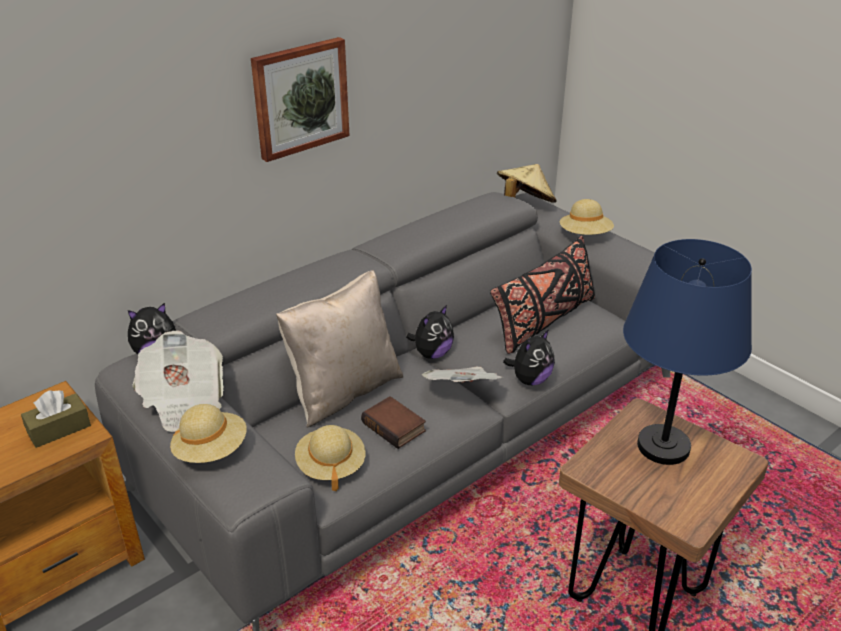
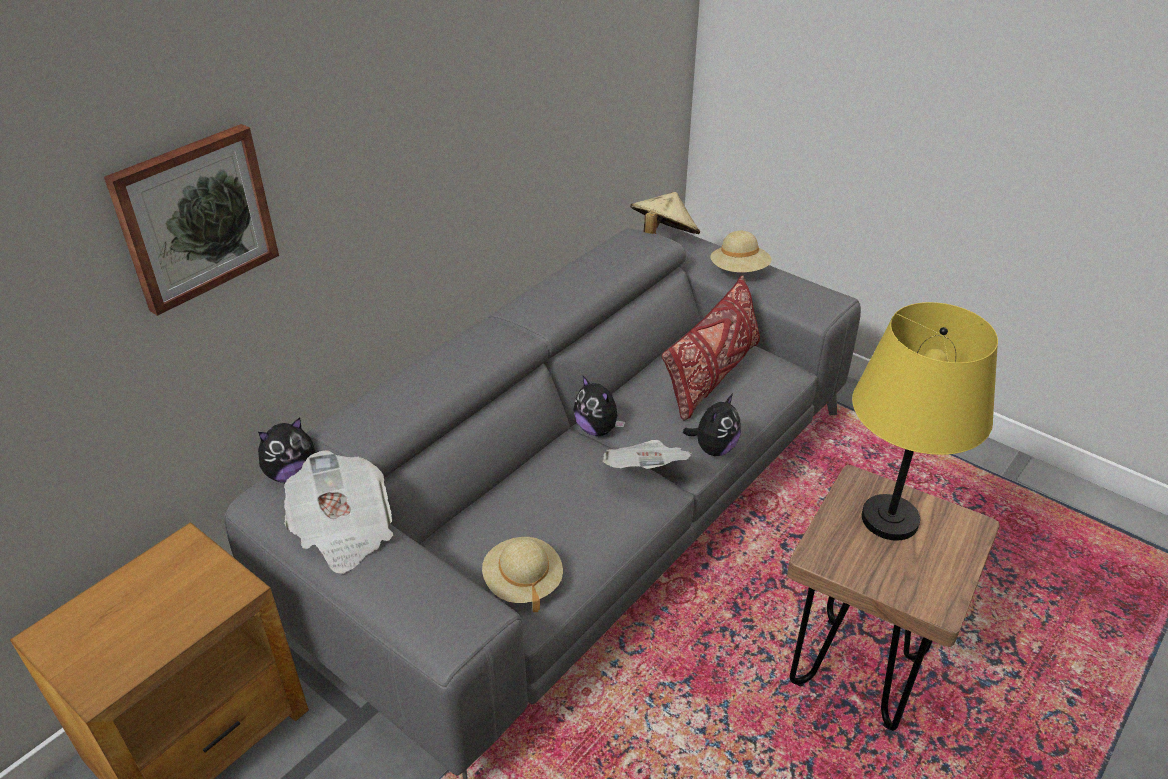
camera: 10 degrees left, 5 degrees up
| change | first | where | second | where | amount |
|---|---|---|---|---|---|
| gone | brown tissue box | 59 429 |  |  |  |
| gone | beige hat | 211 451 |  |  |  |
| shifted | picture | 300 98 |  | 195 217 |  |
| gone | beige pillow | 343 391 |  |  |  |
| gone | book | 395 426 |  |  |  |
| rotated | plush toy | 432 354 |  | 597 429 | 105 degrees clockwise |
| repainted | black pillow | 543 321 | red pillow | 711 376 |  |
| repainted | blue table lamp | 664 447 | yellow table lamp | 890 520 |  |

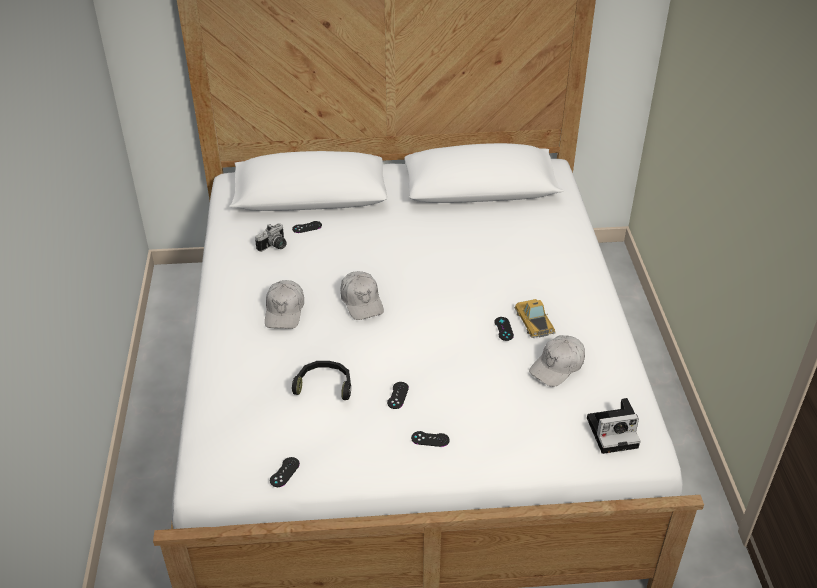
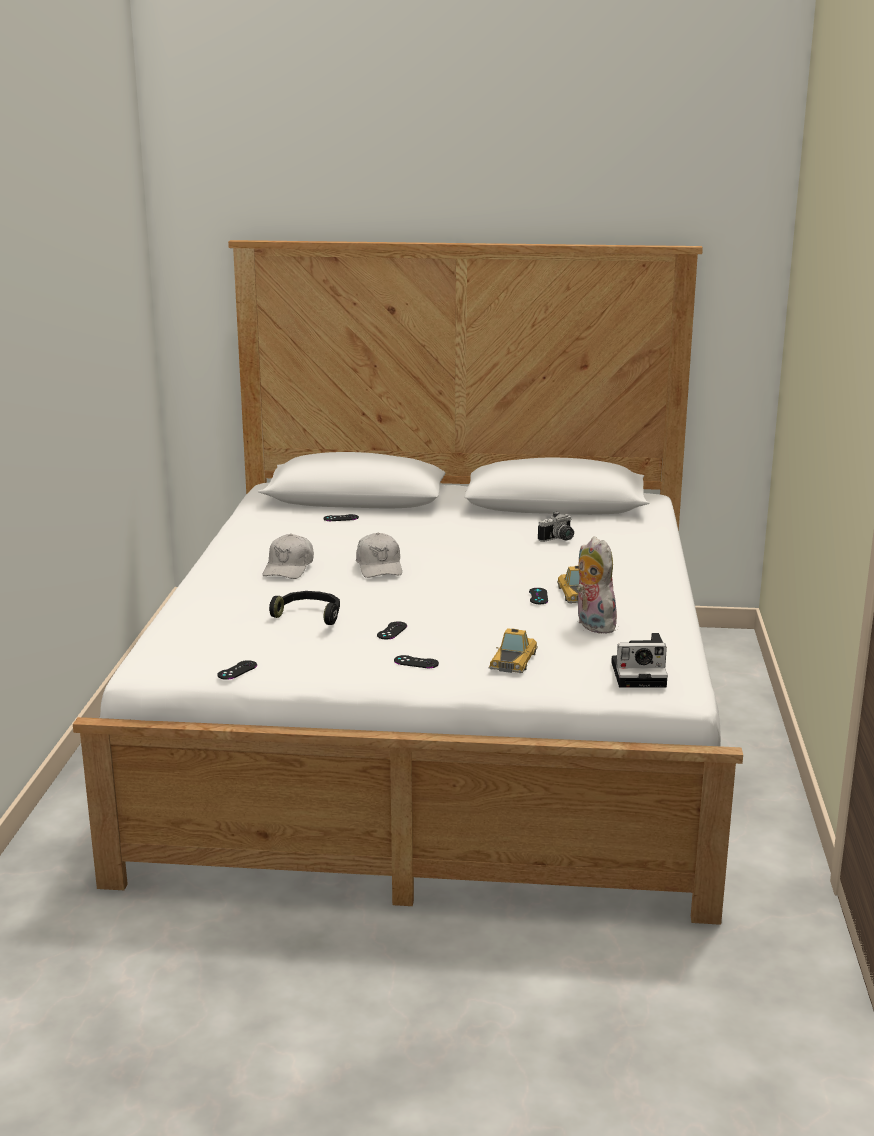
camera: 10 degrees right, 20 degrees down
| change | first | where | second | where | amount |
|---|---|---|---|---|---|
| shifted | photo camera | 274 246 |  | 559 539 |  |
| swapped | white cap | 558 366 | plush toy | 592 625 |  |
| new |  |  | toy car | 514 659 |  |

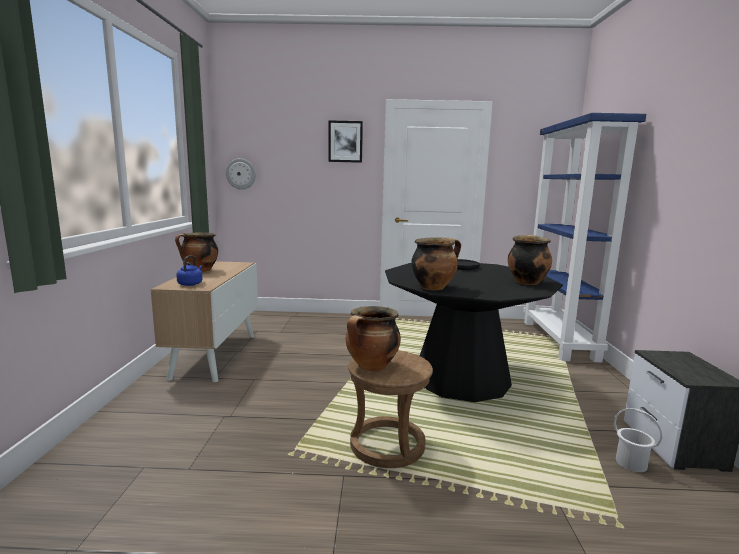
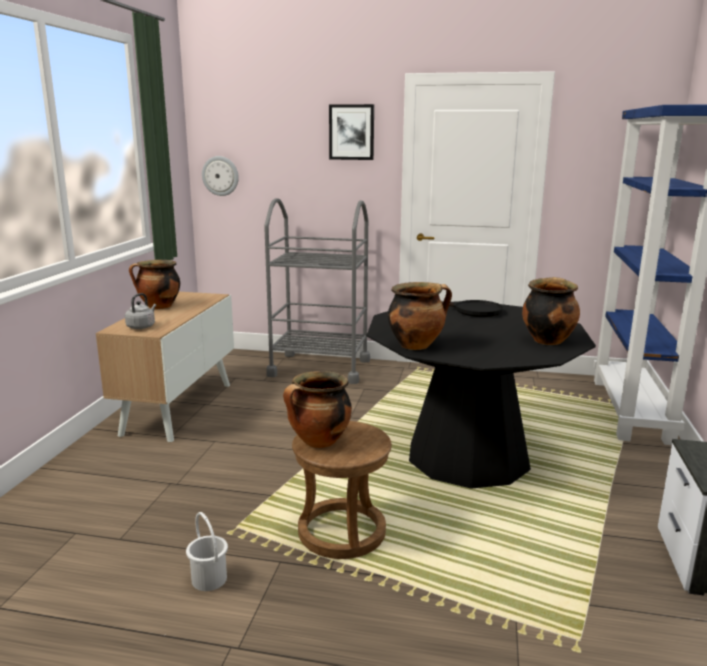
camera: 10 degrees right, 5 degrees up
| change | first | where | second | where | amount |
|---|---|---|---|---|---|
| repainted | blue kettle | 191 284 | grey kettle | 142 326 |  |
| shifted | white bucket | 631 463 |  | 209 579 |  |
| new |  |  | grey cart | 319 368 |  |

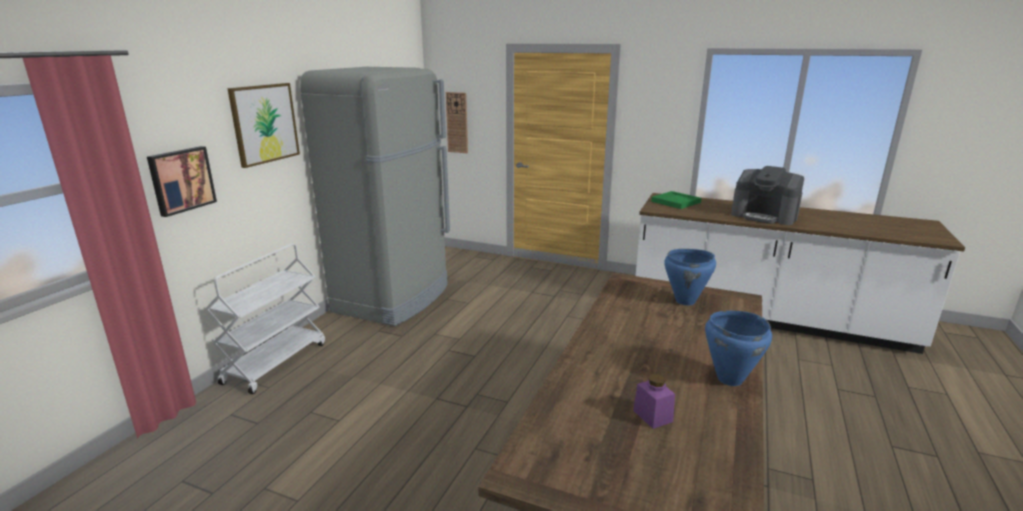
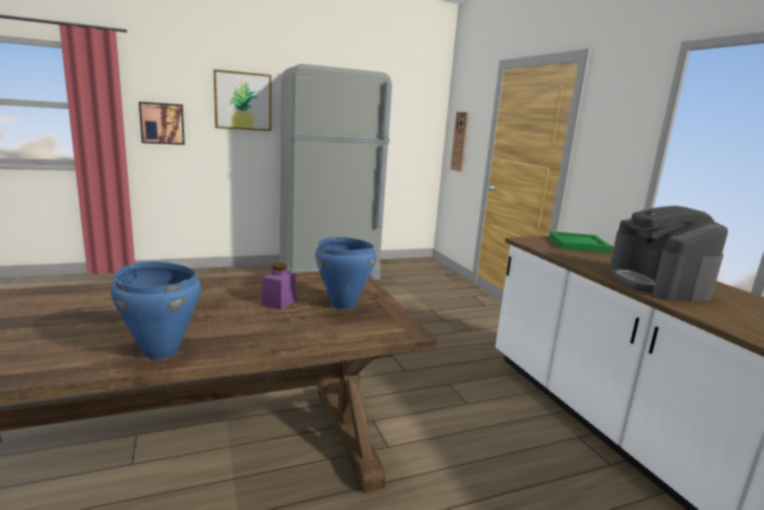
camera: 45 degrees right, 5 degrees down
| change | first | where | second | where | amount |
|---|---|---|---|---|---|
| gone | white cart | 275 362 |  |  |  |
| shifted | purple jar | 652 416 |  | 279 302 |  |

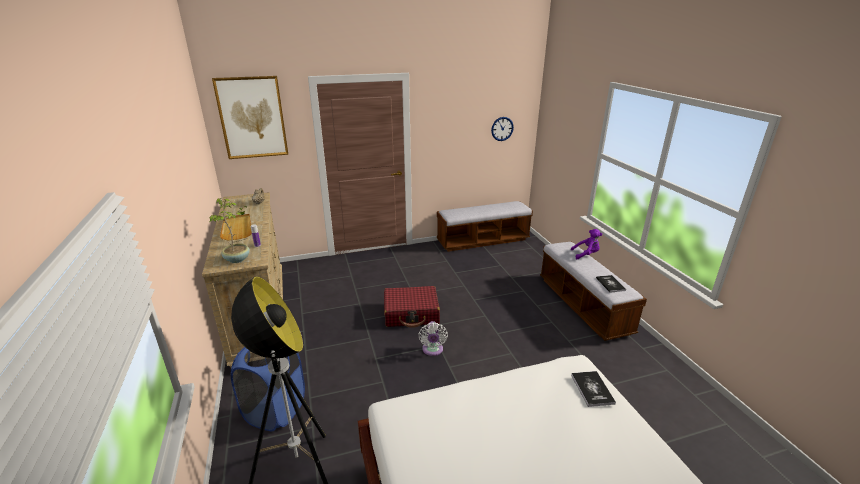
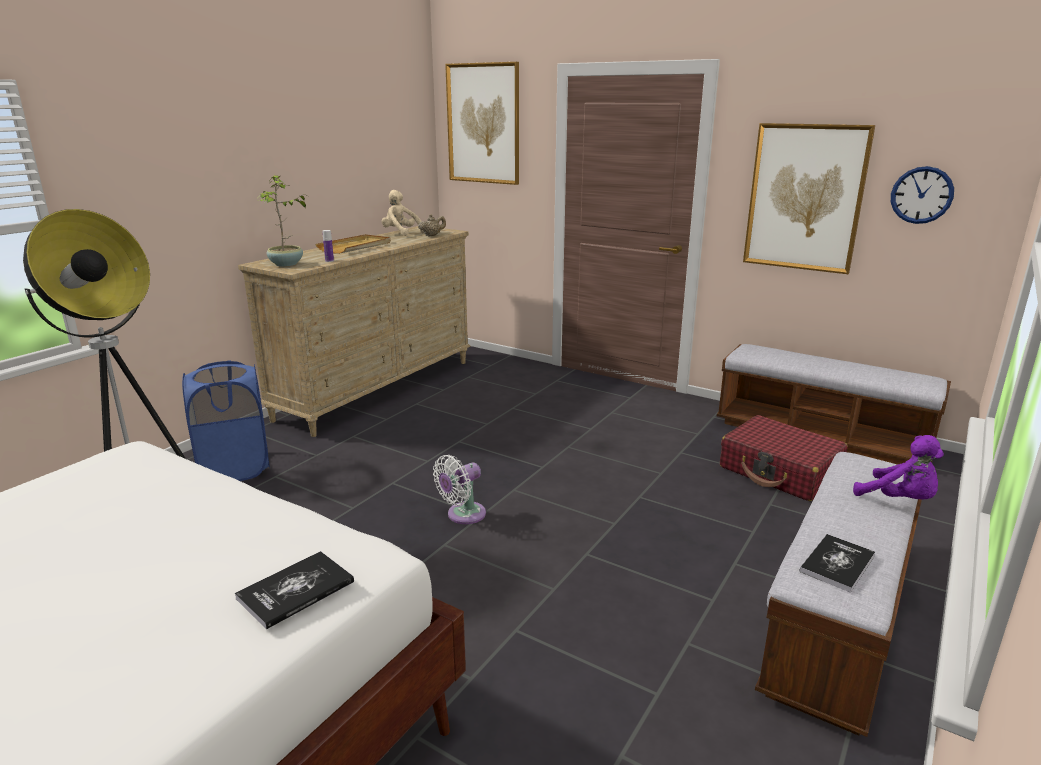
camera: 50 degrees right, 5 degrees down
| change | first | where | second | where | amount |
|---|---|---|---|---|---|
| shifted | red suitcase | 411 314 |  | 780 471 |  |
| new |  |  | beige plush toy | 401 233 |  |
| new |  |  | picture | 805 198 |  |

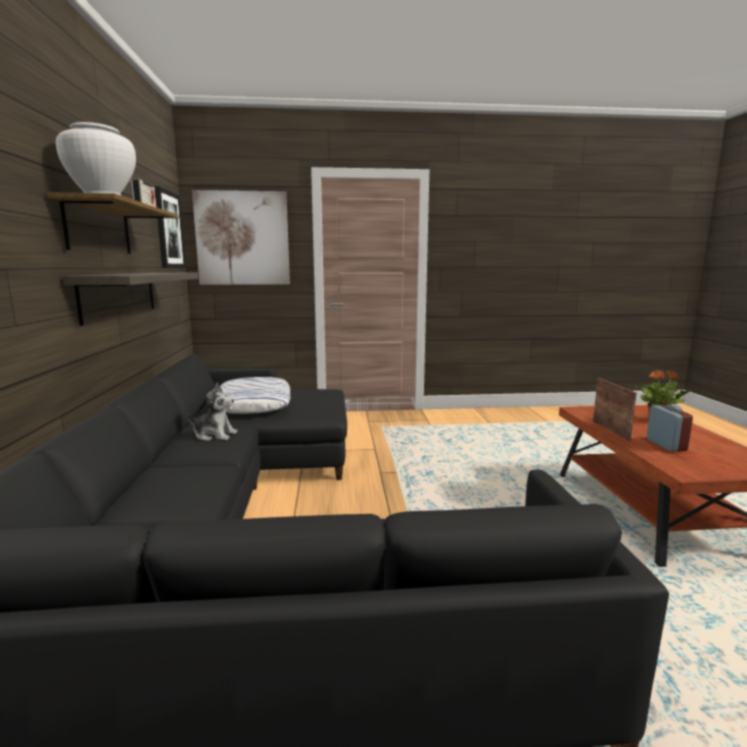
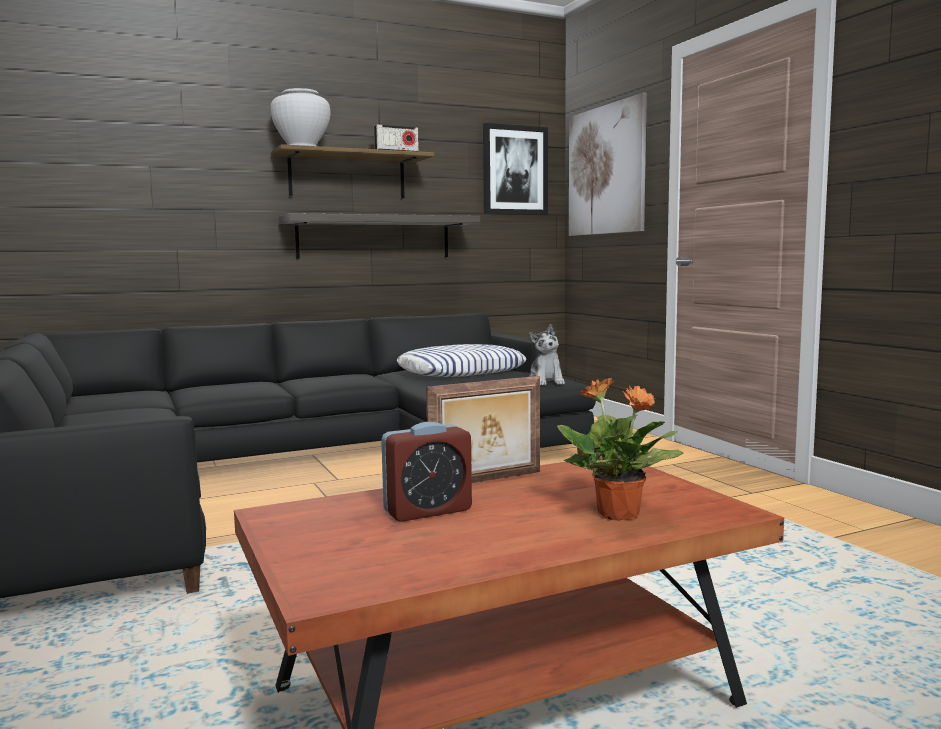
camera: 70 degrees right, 5 degrees down
| change | first | where | second | where | amount |
|---|---|---|---|---|---|
| shifted | plush toy | 214 435 |  | 546 382 |  |

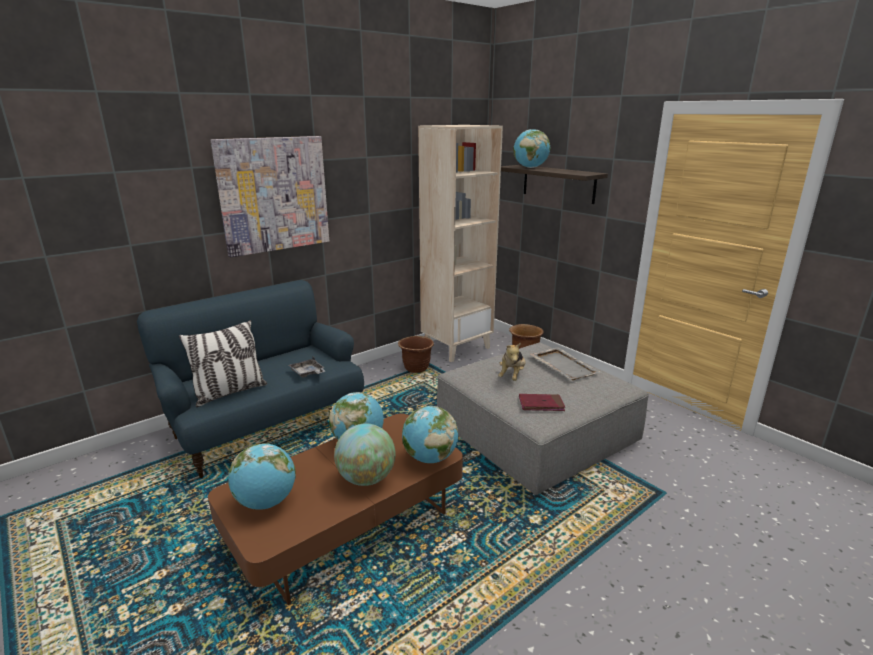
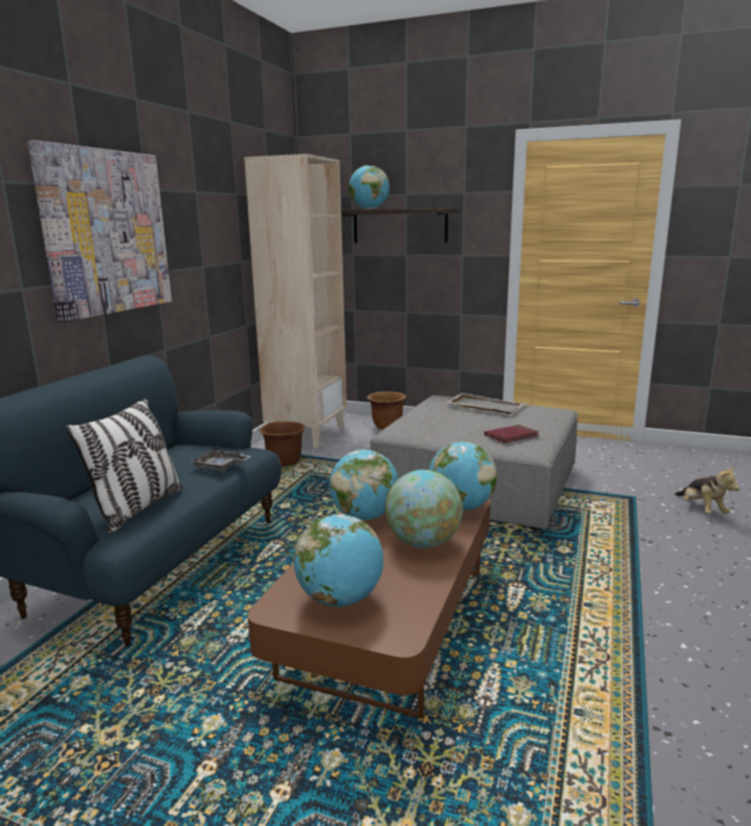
camera: 30 degrees left, 5 degrees down
| change | first | where | second | where | amount |
|---|---|---|---|---|---|
| shifted | plush toy | 512 376 |  | 702 510 |  |

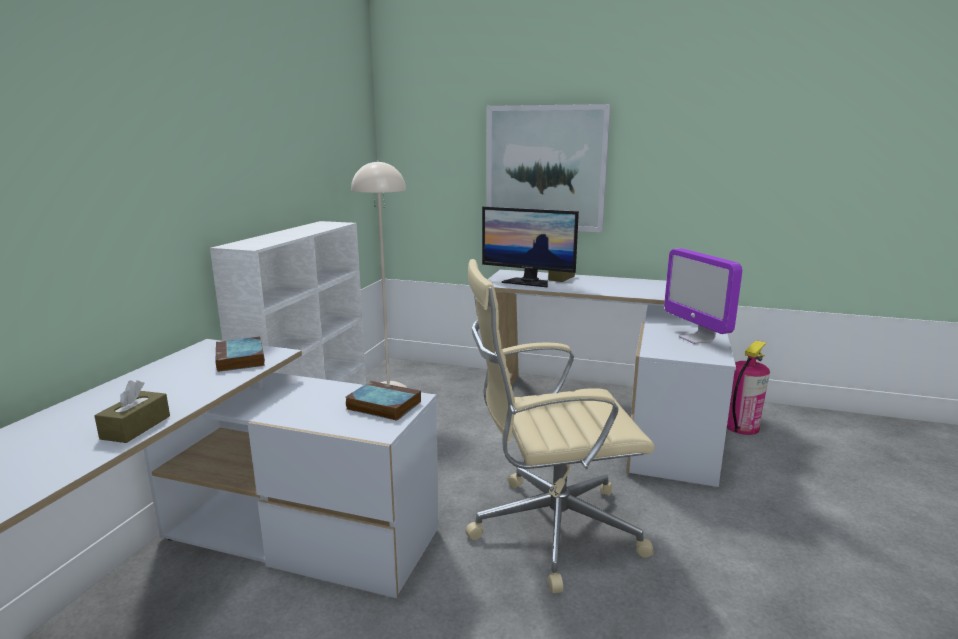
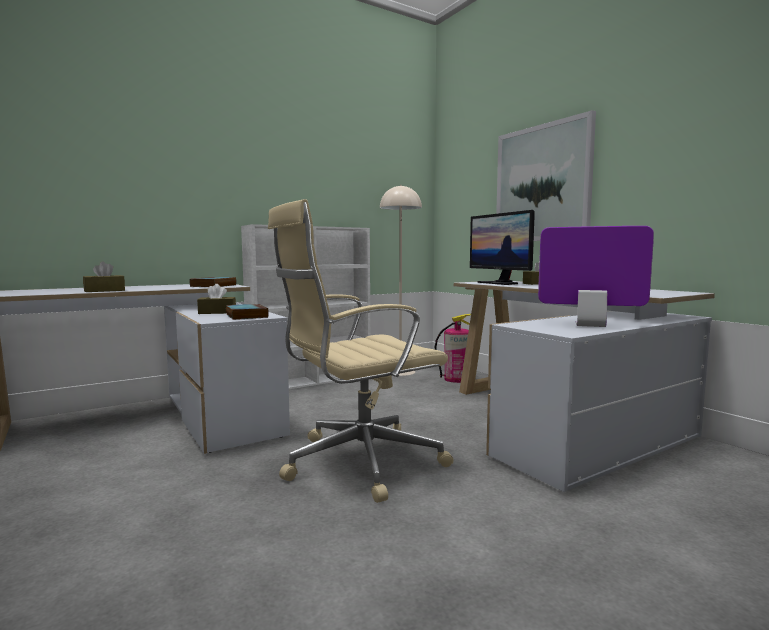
camera: 40 degrees right, 10 degrees down
| change | first | where | second | where | amount |
|---|---|---|---|---|---|
| rotated | beige office chair | 550 528 |  | 358 462 | 60 degrees counterclockwise |
| rotated | monitor | 696 339 |  | 590 325 | 90 degrees clockwise |
| shifted | fire extinguisher | 741 427 |  | 456 379 |  |
| new |  |  | brown tissue box | 217 312 |  |

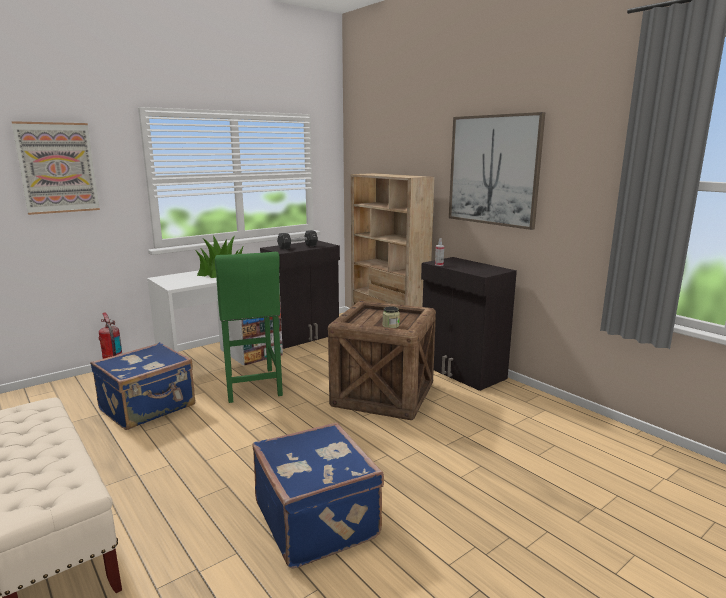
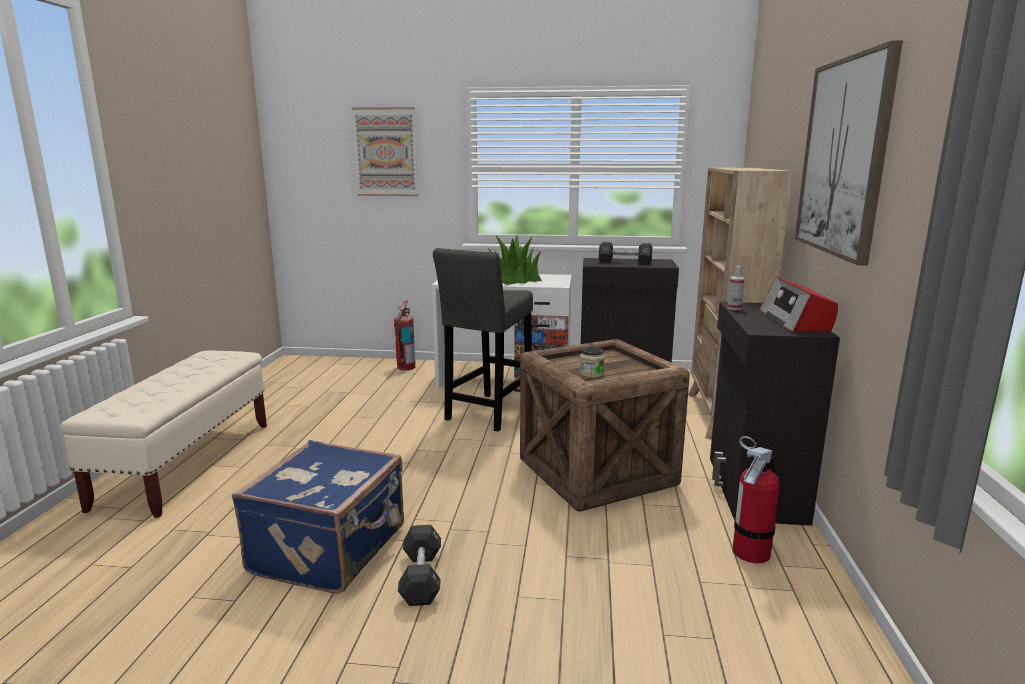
camera: 45 degrees right, 0 degrees up
| change | first | where | second | where | amount |
|---|---|---|---|---|---|
| gone | blue suitcase | 148 408 |  |  |  |
| repainted | green stool | 252 387 | grey stool | 487 413 |  |
| new |  |  | black dumbbell | 421 577 |  |
| new |  |  | fire extinguisher | 751 552 |  |
| new |  |  | radio | 795 321 |  |

